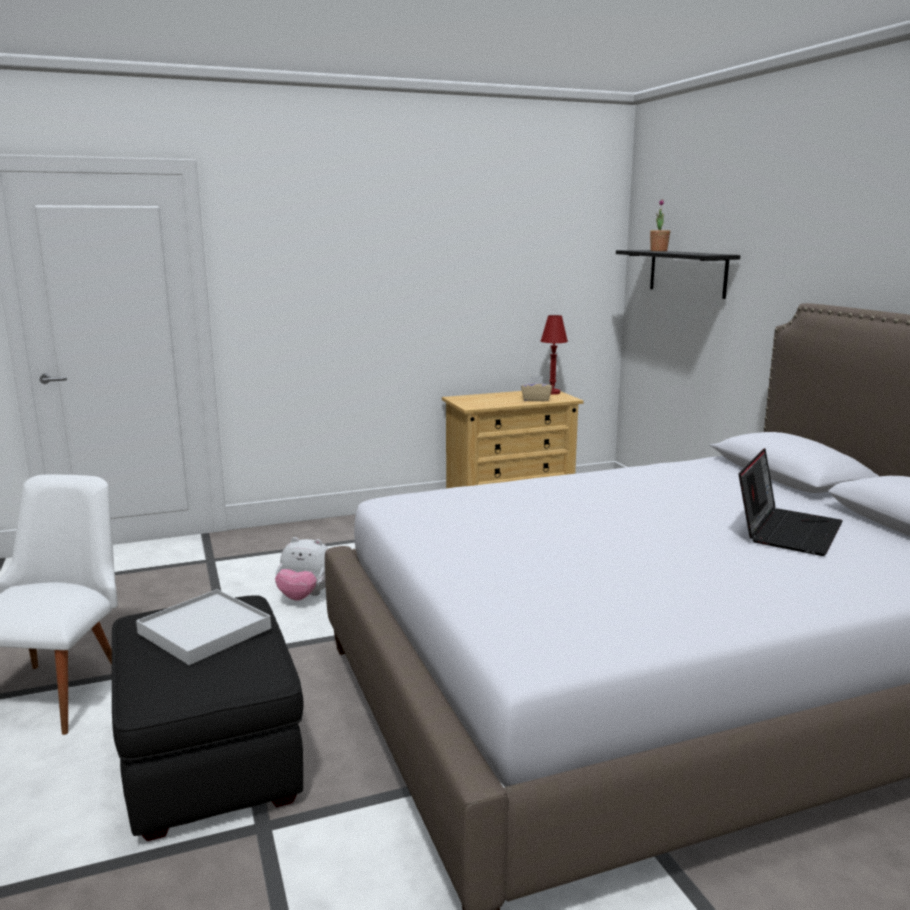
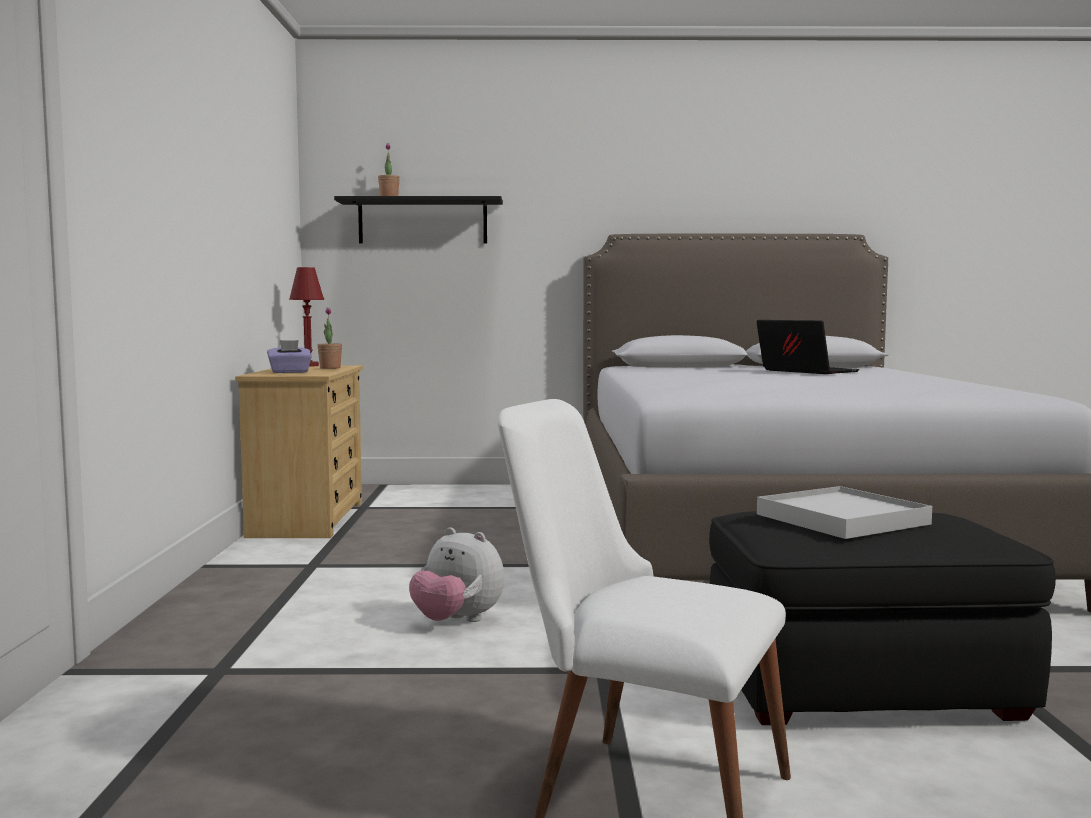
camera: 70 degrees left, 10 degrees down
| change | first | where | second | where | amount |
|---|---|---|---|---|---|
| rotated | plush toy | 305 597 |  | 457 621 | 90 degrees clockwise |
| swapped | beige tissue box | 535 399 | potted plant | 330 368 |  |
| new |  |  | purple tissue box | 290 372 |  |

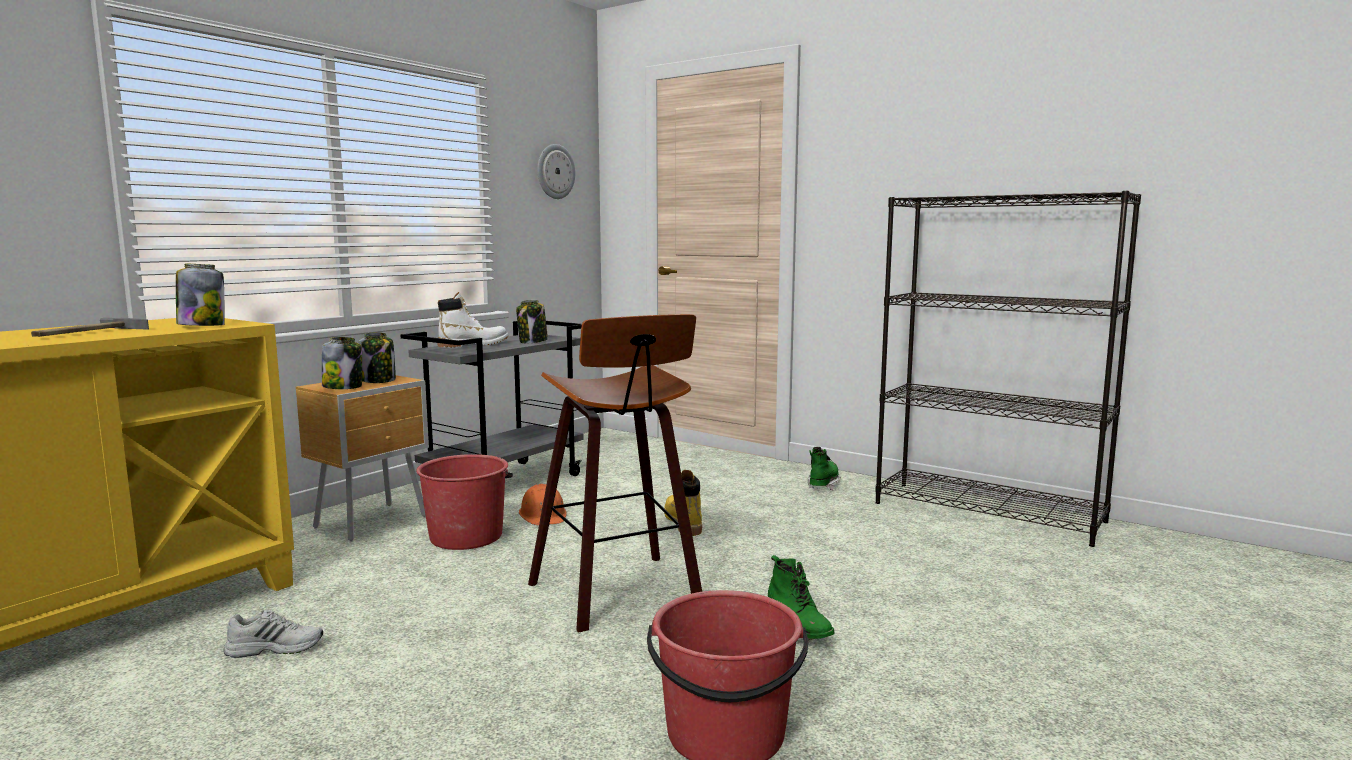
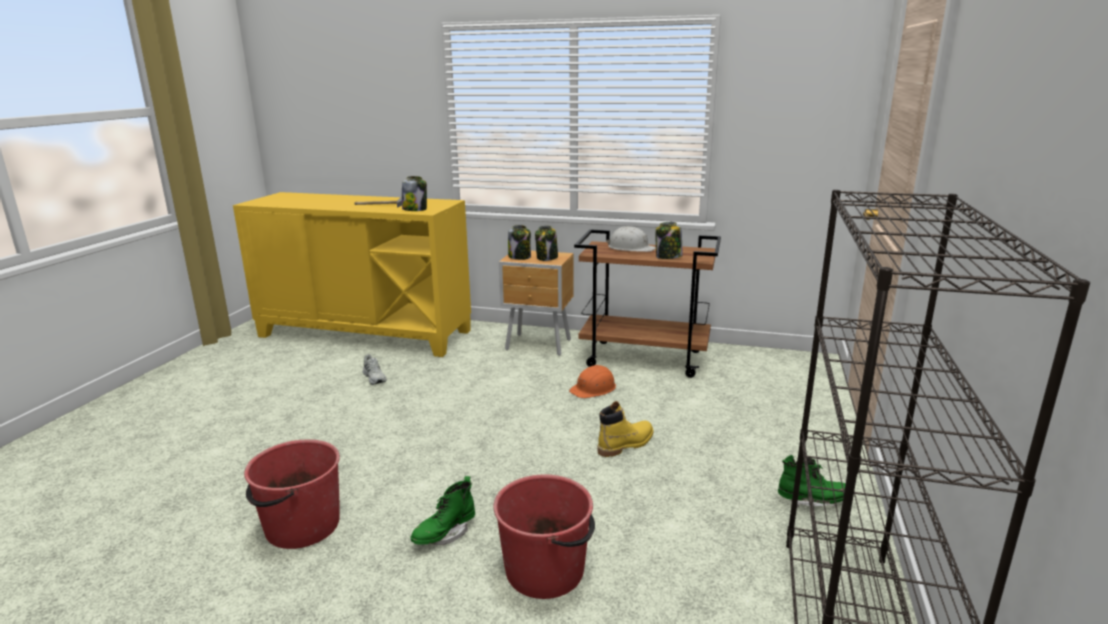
camera: 70 degrees right, 10 degrees up
| change | first | where | second | where | amount |
|---|---|---|---|---|---|
| repainted | grey cart | 505 483 | brown cart | 645 359 |  |
| shifted | red bucket | 466 536 |  | 546 571 |  |
| swapped | white boot | 474 345 | white hard hat | 630 248 |  |
| gone | stool | 621 594 |  |  |  |
| gone | wall clock | 555 171 |  |  |  |

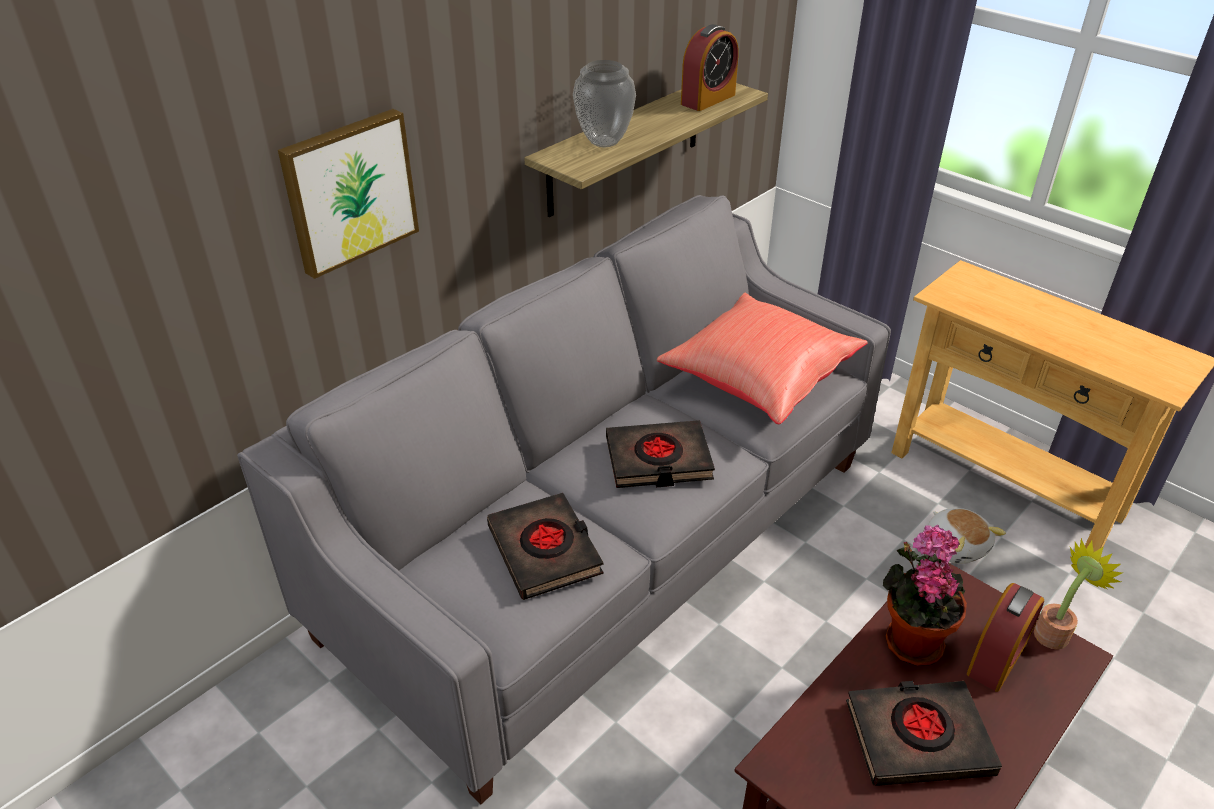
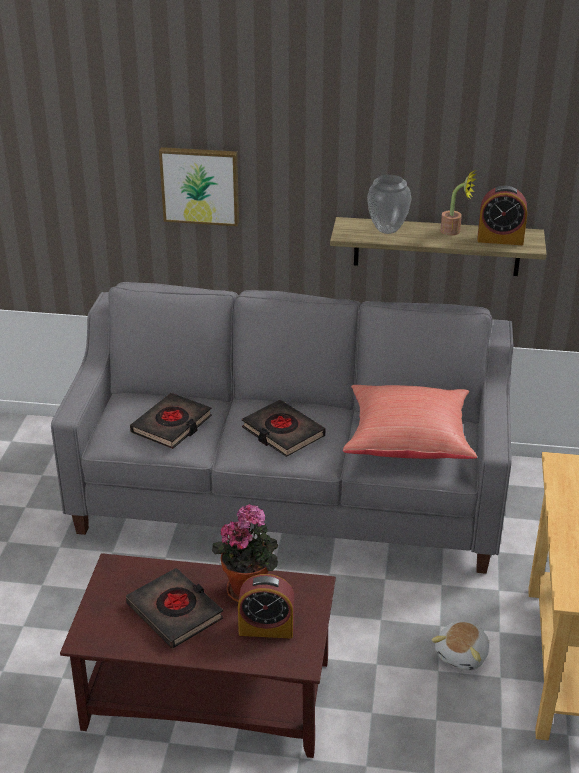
camera: 55 degrees right, 5 degrees down
| change | first | where | second | where | amount |
|---|---|---|---|---|---|
| shifted | potted plant | 1055 632 |  | 454 231 |  |

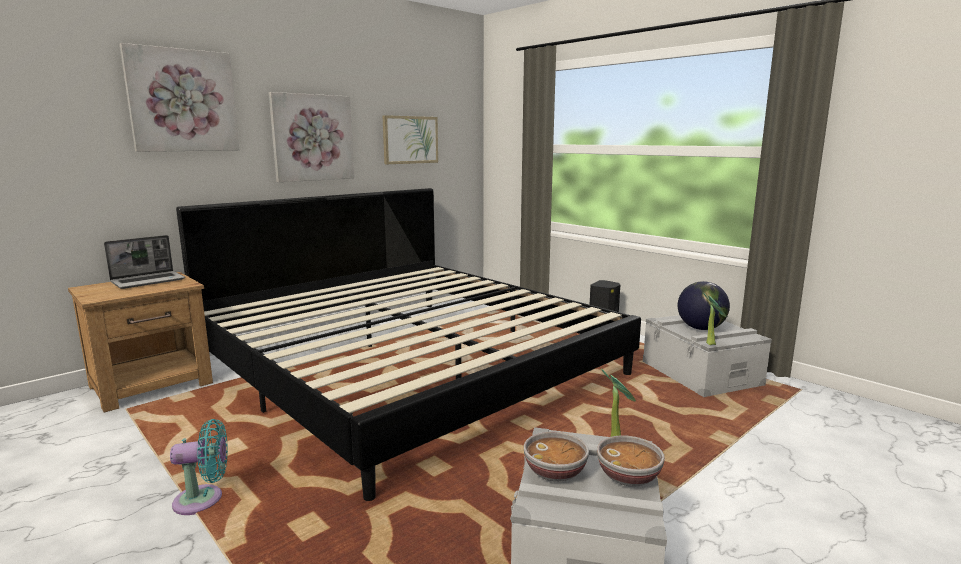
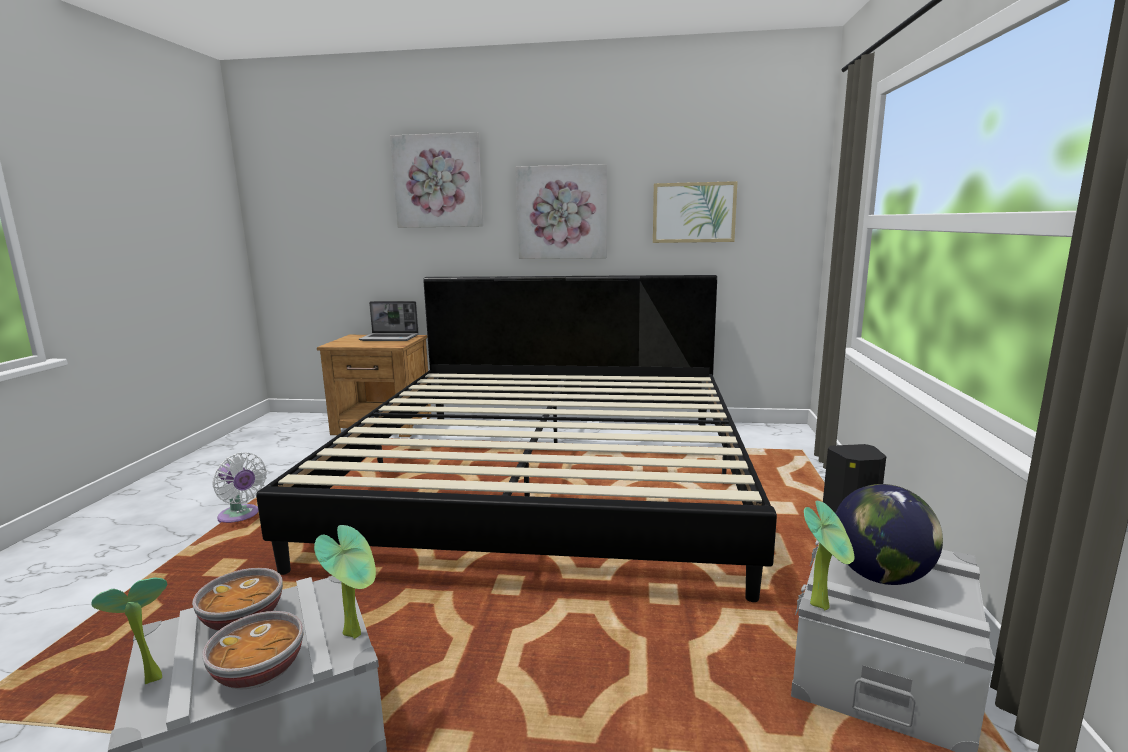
camera: 50 degrees right, 0 degrees up
| change | first | where | second | where | amount |
|---|---|---|---|---|---|
| repainted | turquoise fan | 203 500 | white fan | 240 516 |  |
| new |  |  | potted plant | 149 677 |  |

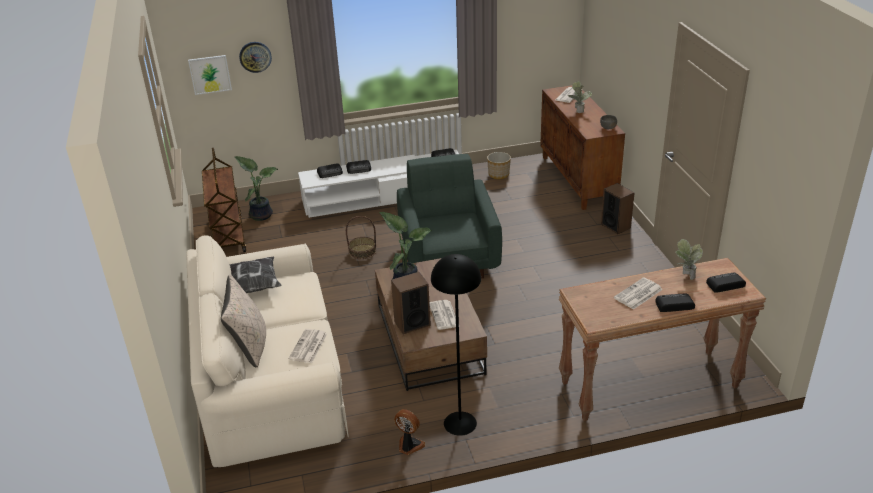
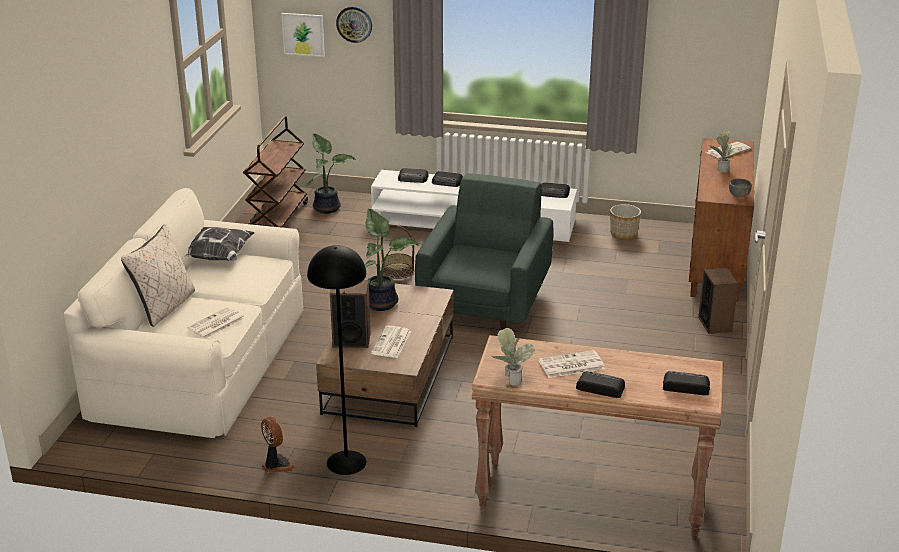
camera: 25 degrees right, 5 degrees down
| change | first | where | second | where | amount |
|---|---|---|---|---|---|
| shifted | potted plant | 685 275 |  | 511 378 |  |

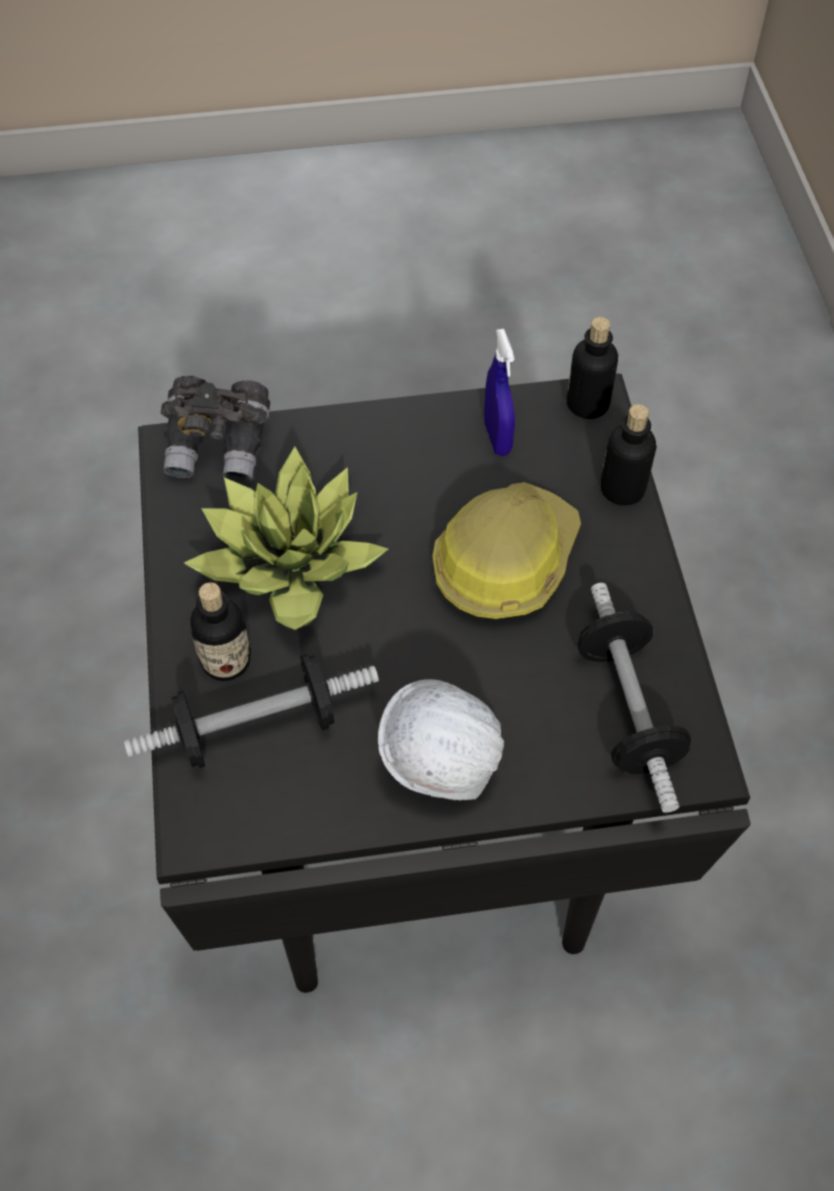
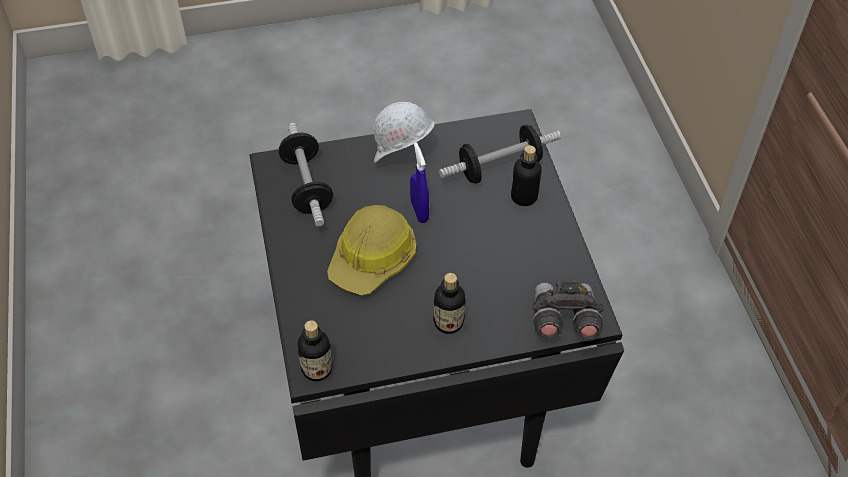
camera: 175 degrees right, 5 degrees down
| change | first | where | second | where | amount |
|---|---|---|---|---|---|
| gone | potted plant | 290 564 |  |  |  |
| shifted | blue spray bottle | 497 438 |  | 419 211 |  |
| shifted | bottle | 622 489 |  | 448 322 |  |

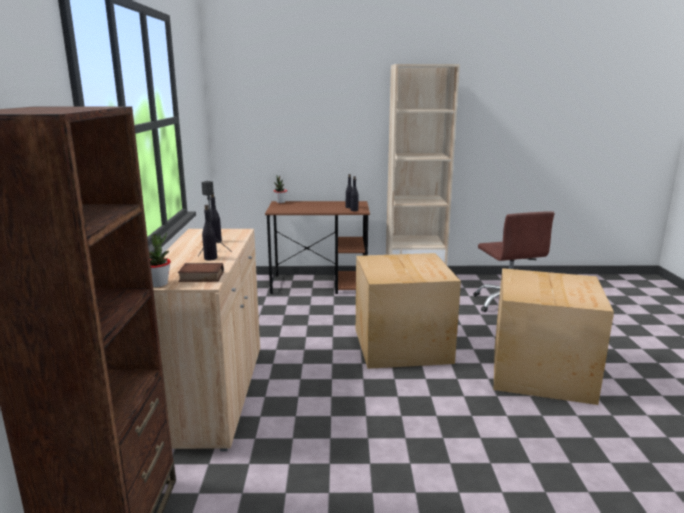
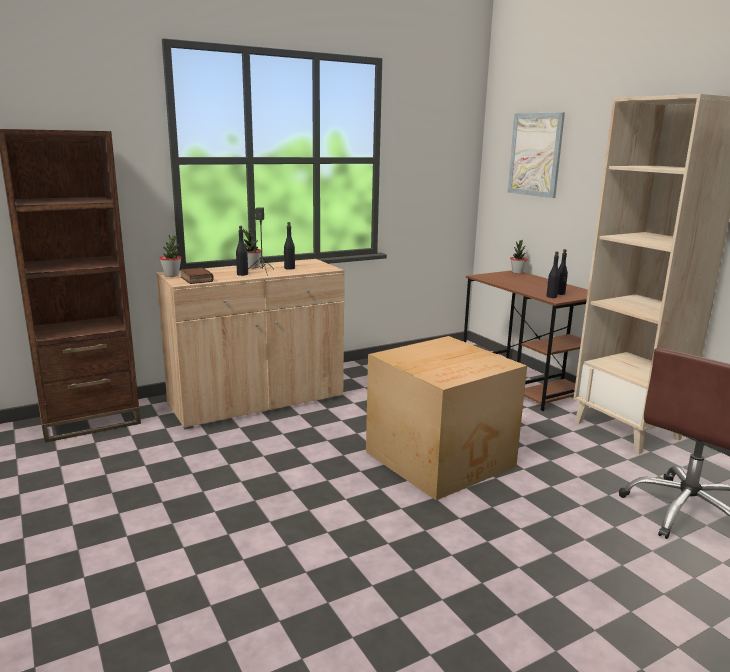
camera: 60 degrees right, 0 degrees up
| change | first | where | second | where | amount |
|---|---|---|---|---|---|
| gone | cardboard box | 542 372 |  |  |  |
| new |  |  | potted plant | 252 267 |  |
| new |  |  | picture | 535 154 |  |

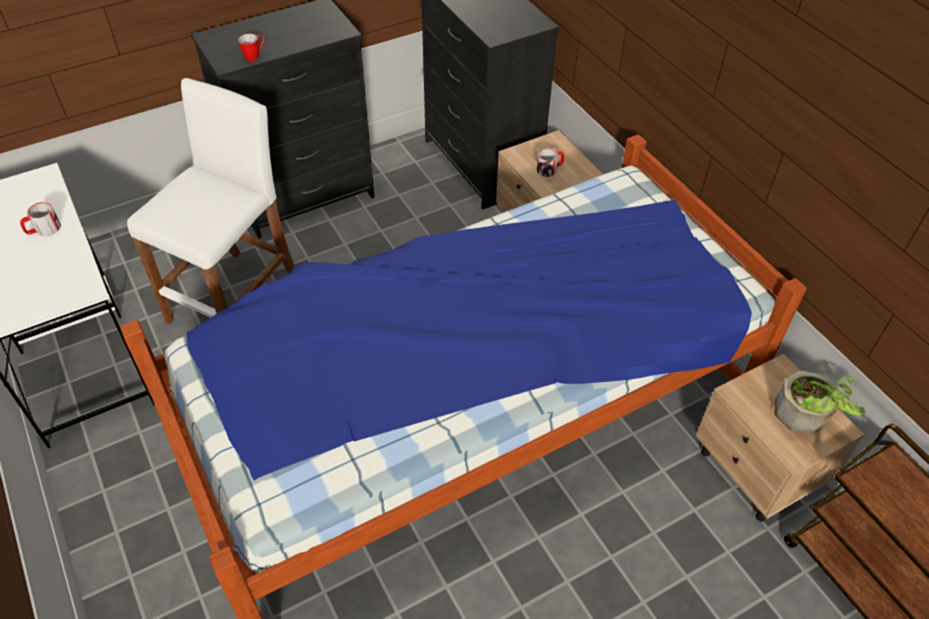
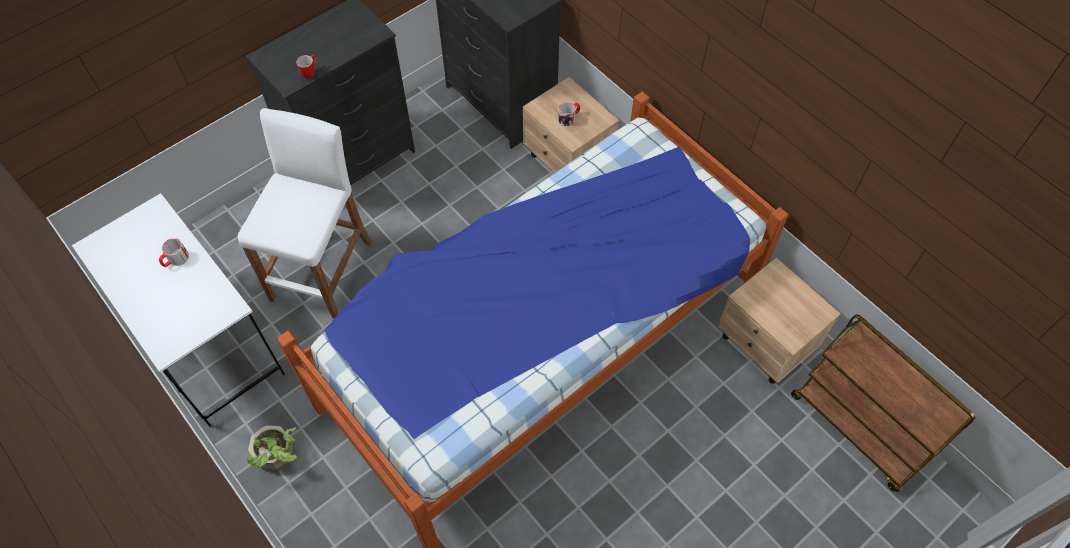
camera: 10 degrees left, 10 degrees up
| change | first | where | second | where | amount |
|---|---|---|---|---|---|
| shifted | potted plant | 807 417 |  | 278 456 |  |

